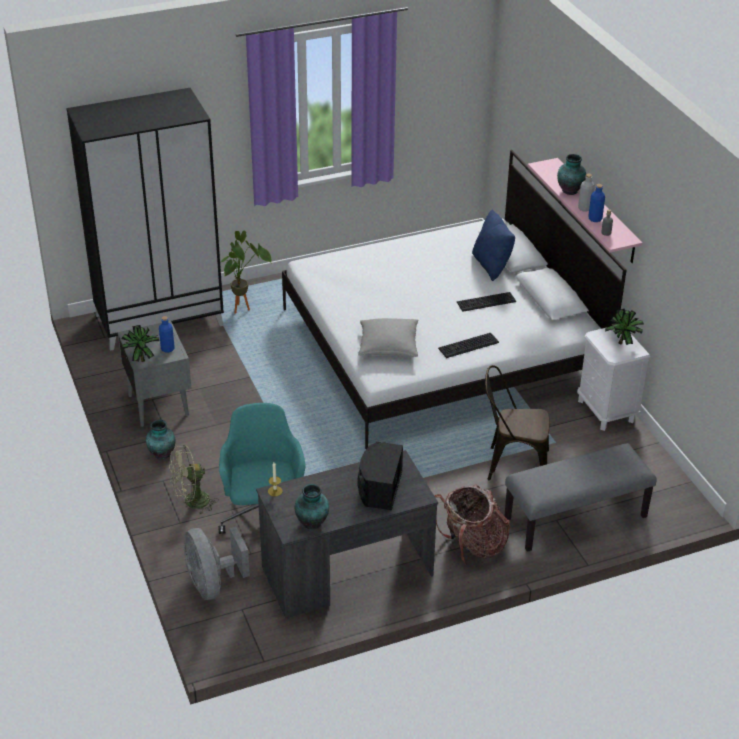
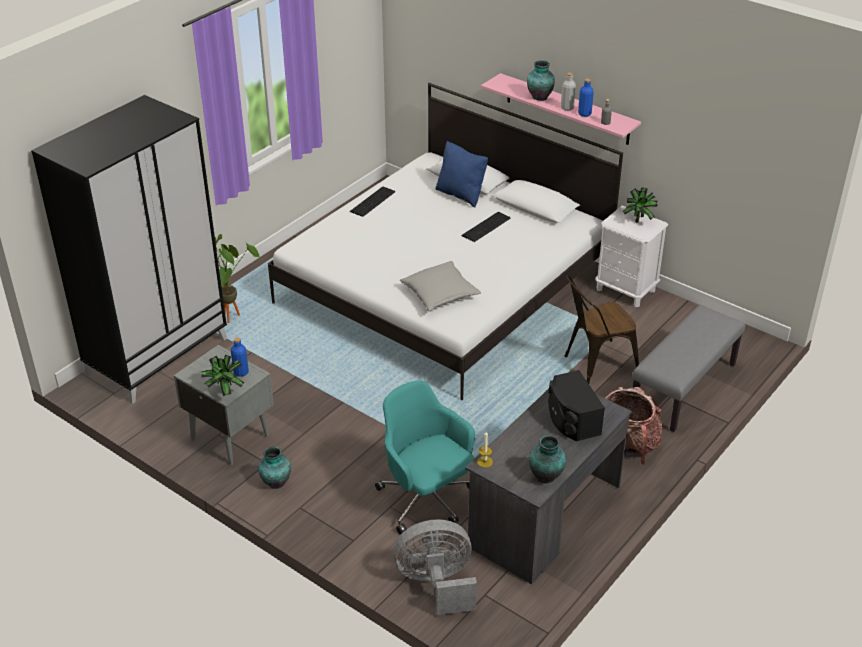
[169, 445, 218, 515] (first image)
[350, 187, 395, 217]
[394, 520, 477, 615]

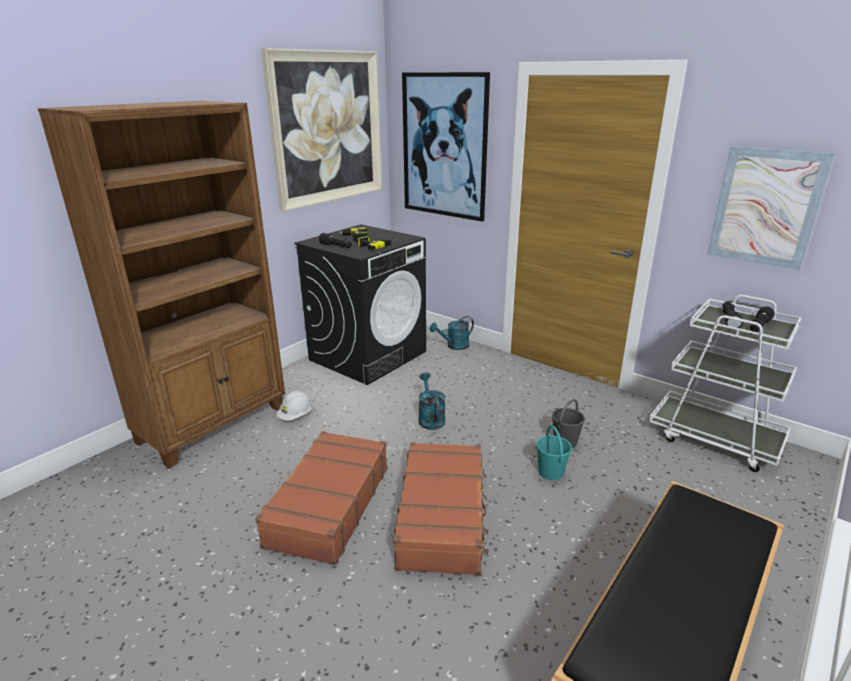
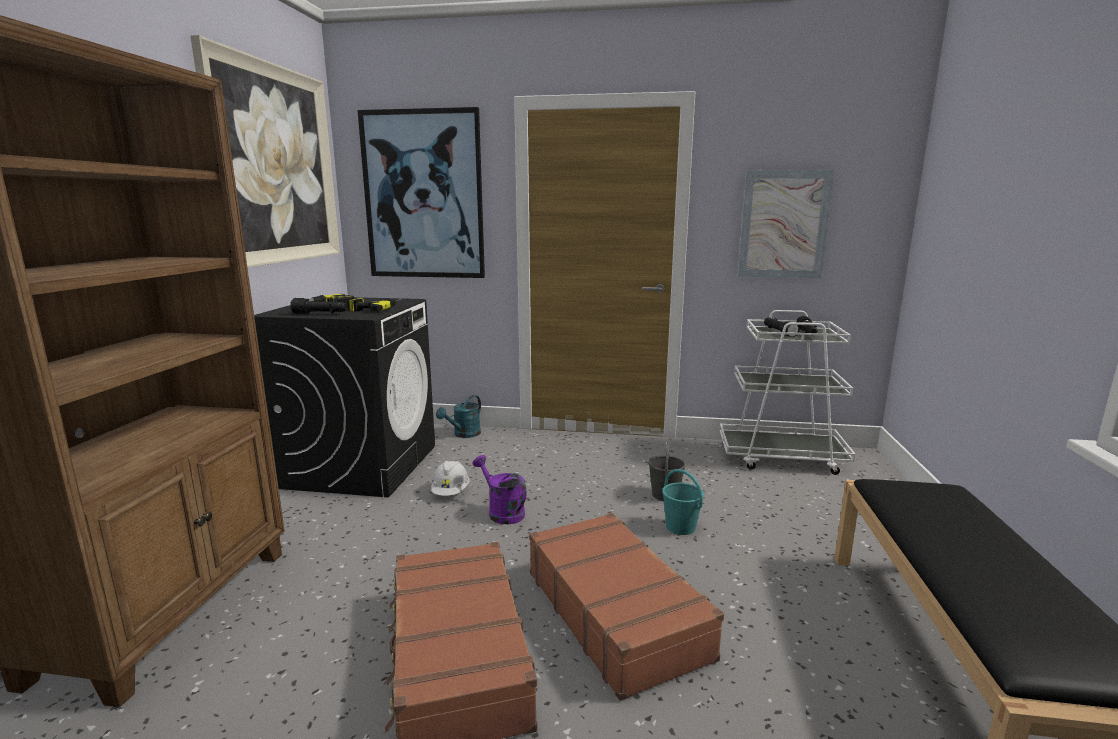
[431, 461, 470, 496]
[473, 455, 527, 525]

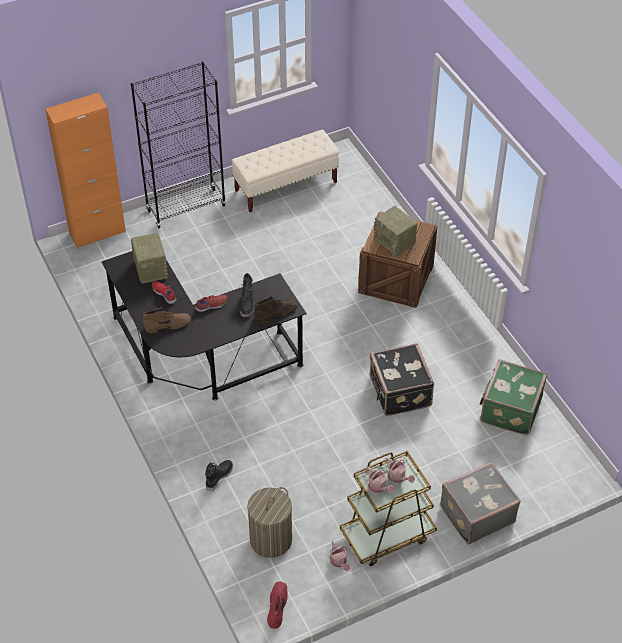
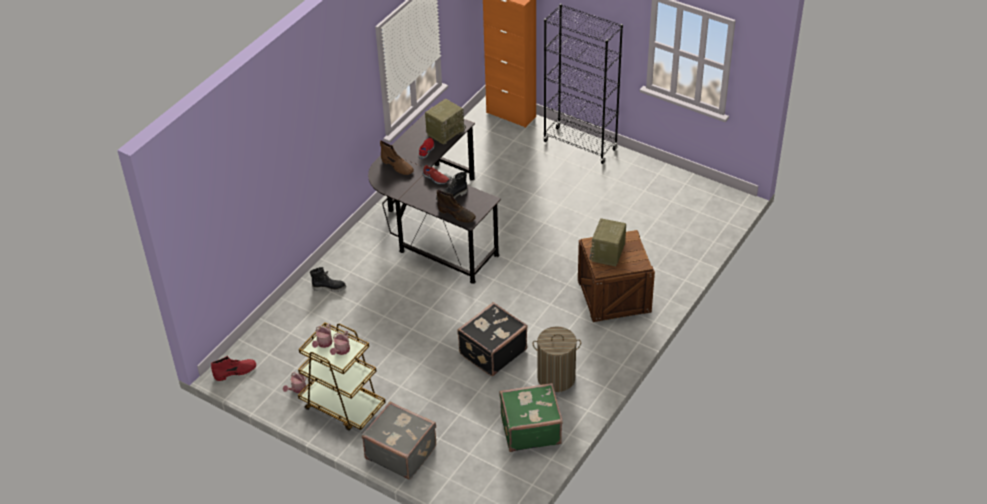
[232, 130, 339, 212] (first image)
[532, 327, 581, 392]

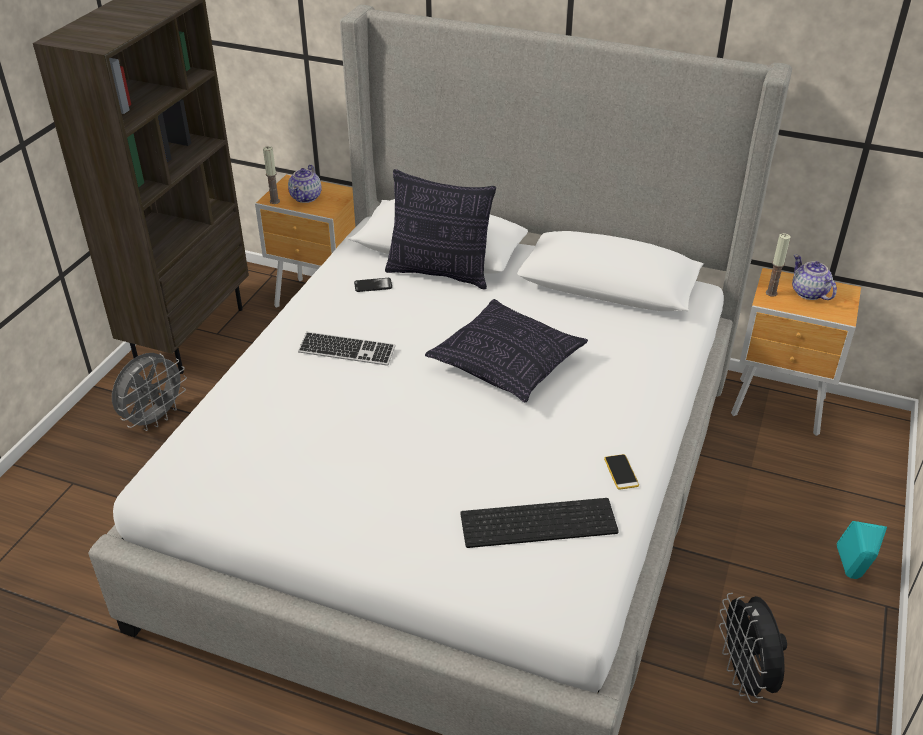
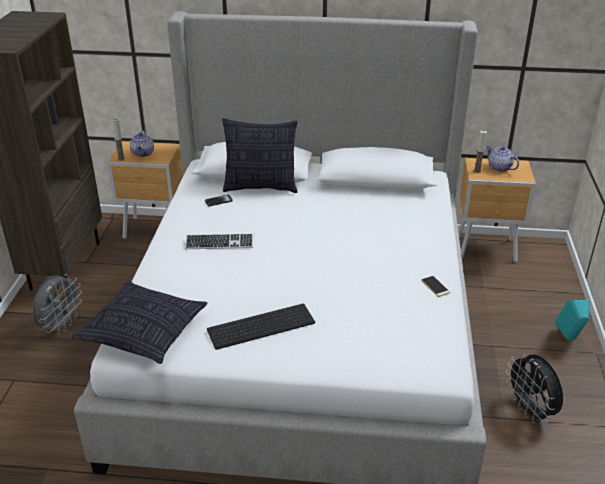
[72, 281, 207, 364]
[207, 304, 315, 350]

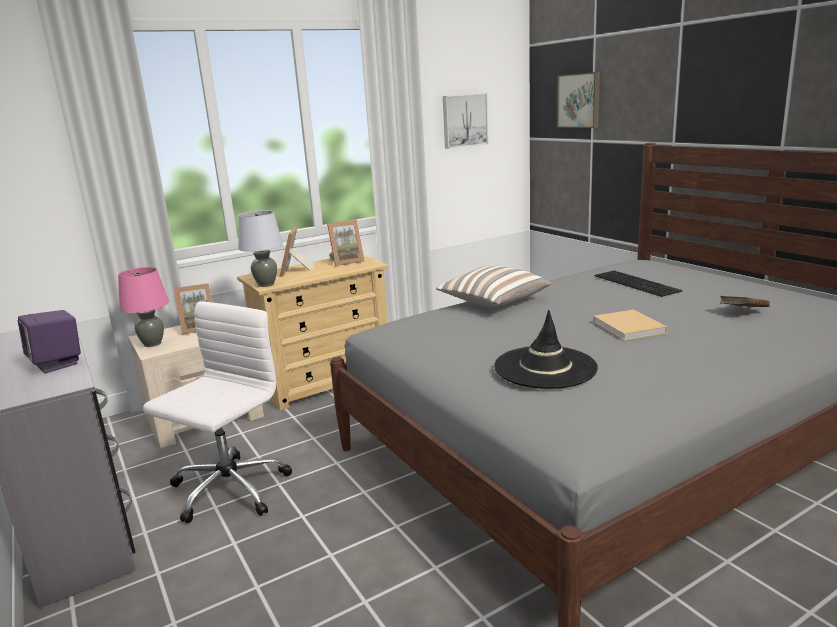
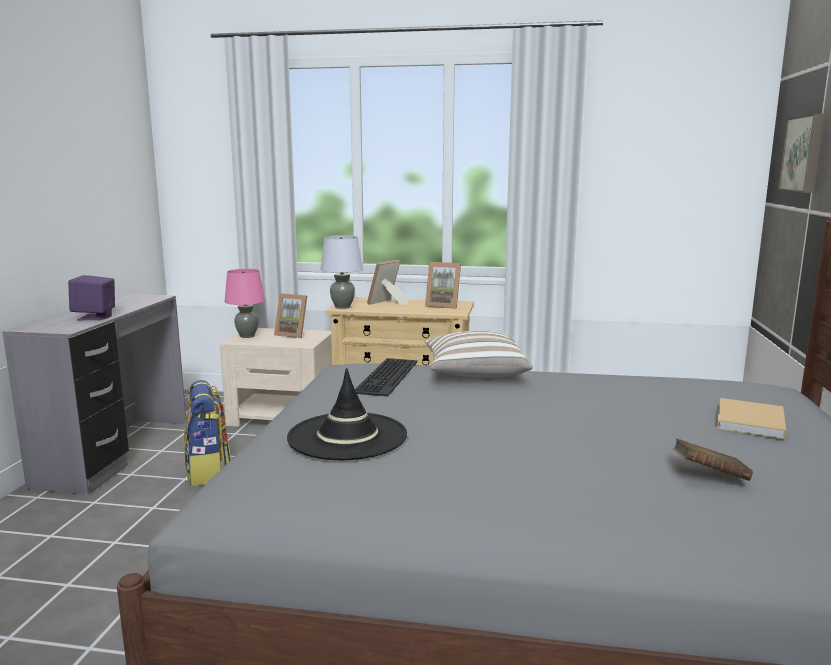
[443, 93, 488, 149] (first image)
[716, 398, 786, 439]
[355, 358, 418, 396]
[184, 380, 231, 486]

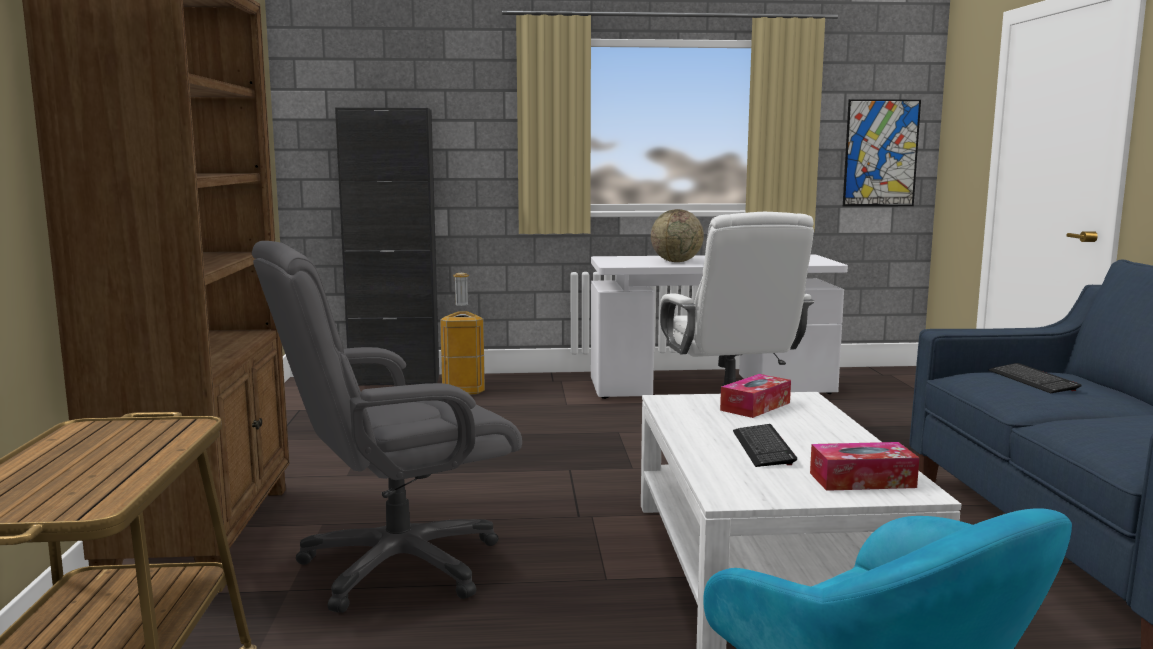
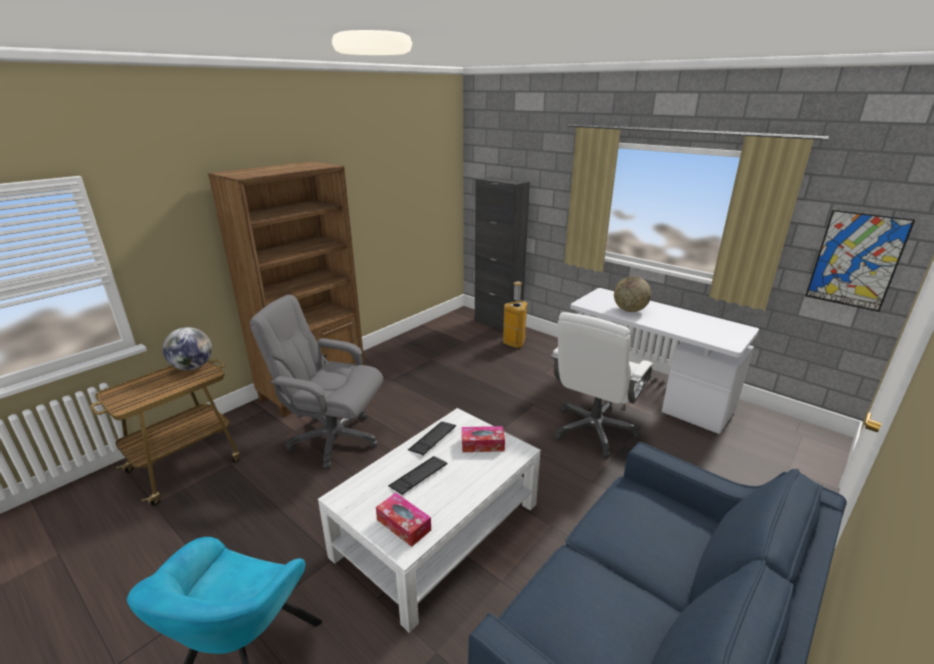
[163, 327, 212, 370]
[408, 422, 456, 456]

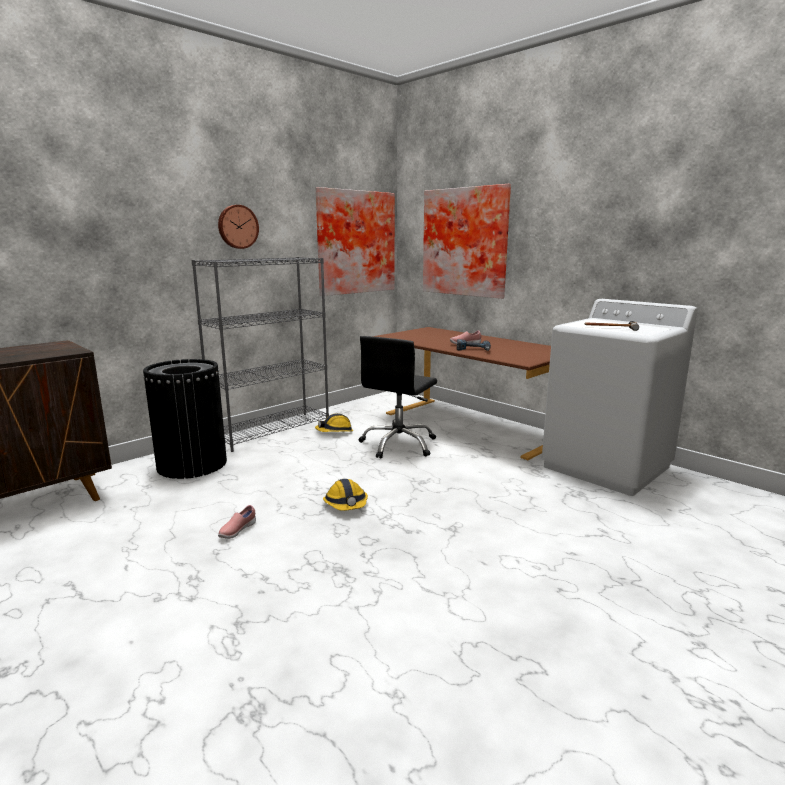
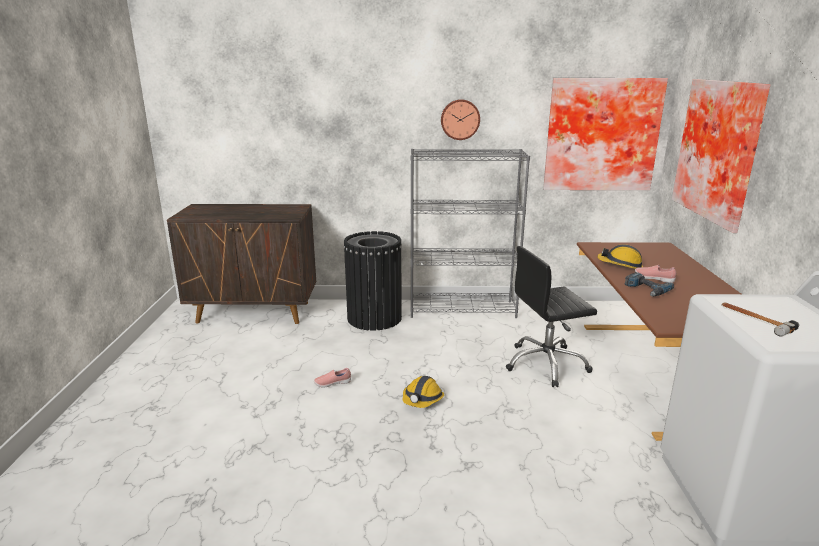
[597, 244, 643, 269]

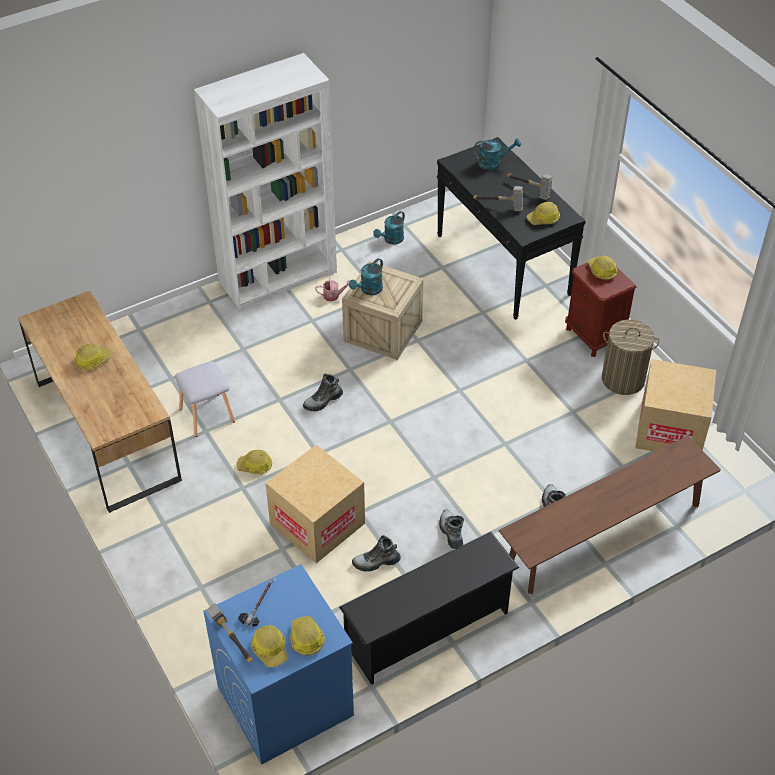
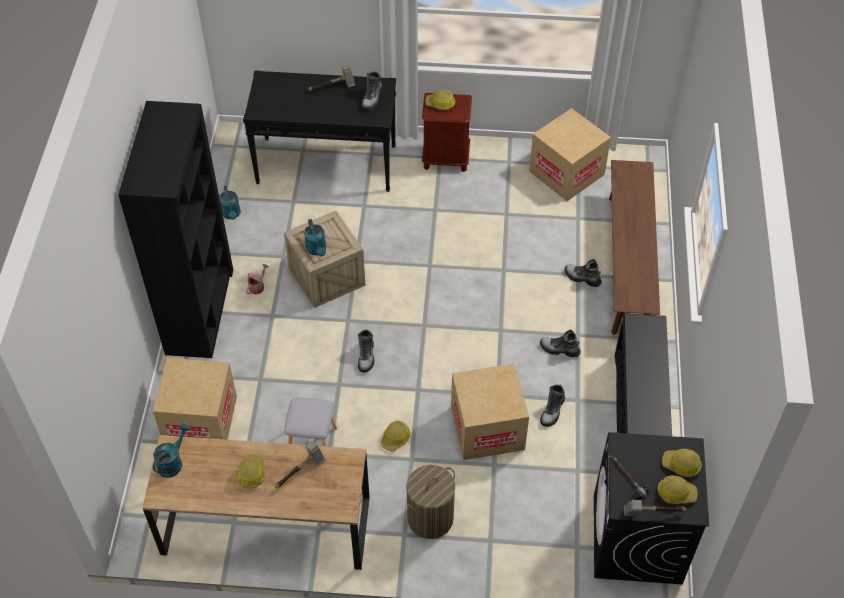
[153, 358, 237, 440]
[275, 440, 326, 488]
[153, 424, 190, 478]
[406, 465, 455, 539]
[361, 71, 383, 111]
[118, 101, 233, 358]
[594, 432, 709, 585]

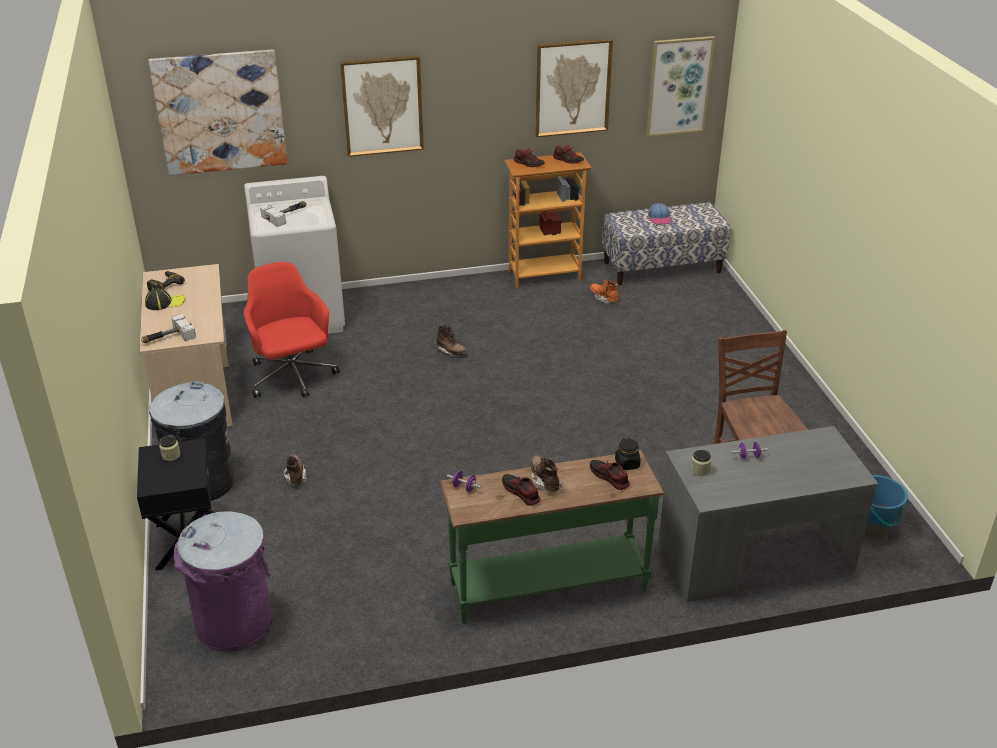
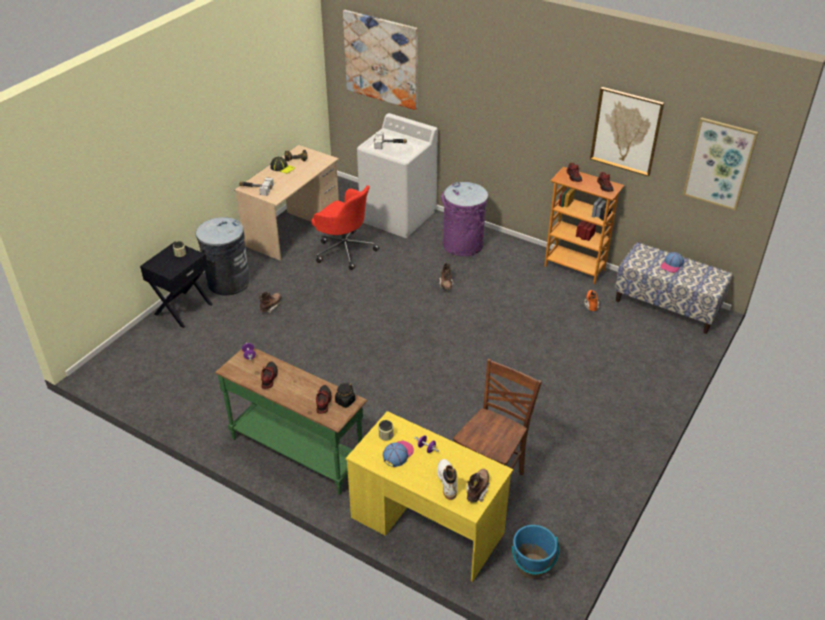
[340, 56, 424, 157] (first image)
[383, 440, 414, 467]
[437, 459, 457, 500]
[441, 182, 488, 256]
[467, 469, 490, 503]
[346, 411, 513, 582]
[311, 185, 379, 270]

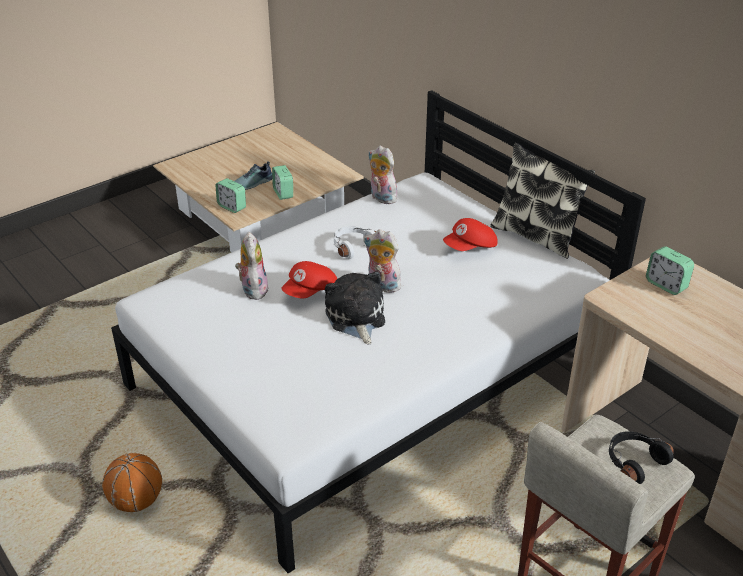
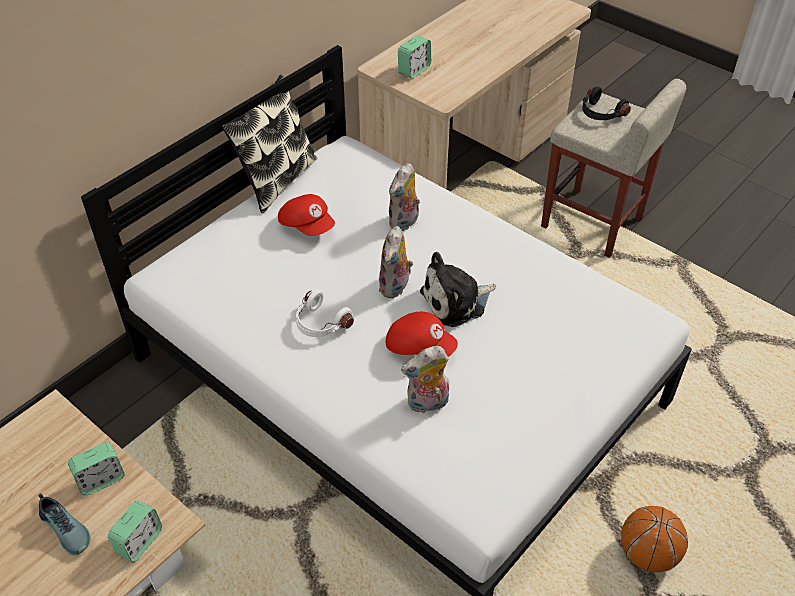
[389, 163, 420, 231]

